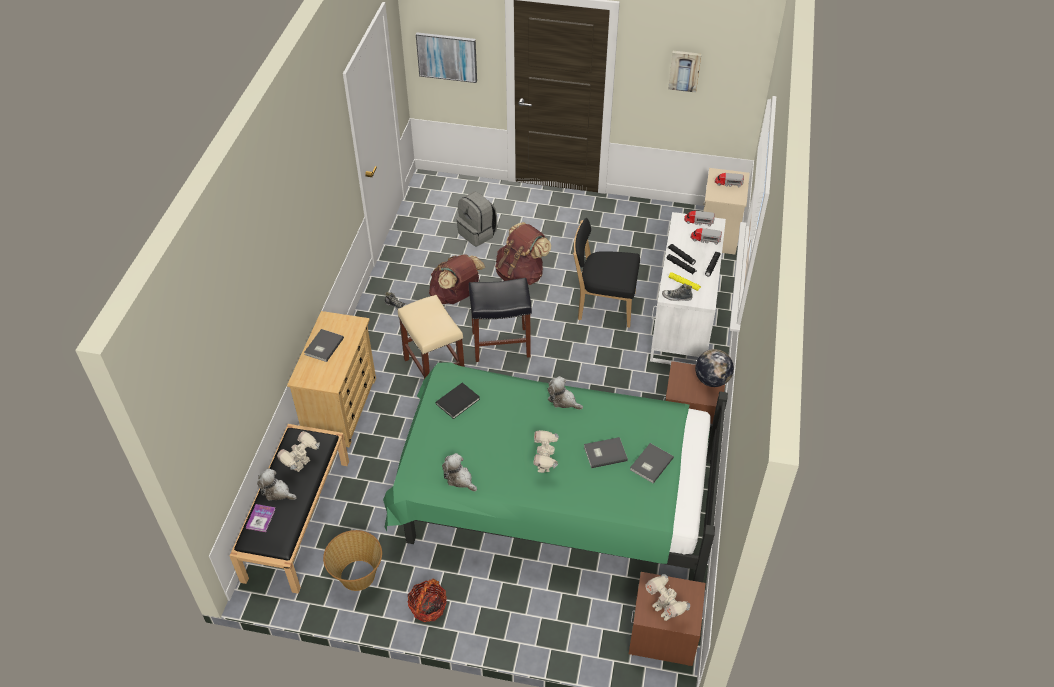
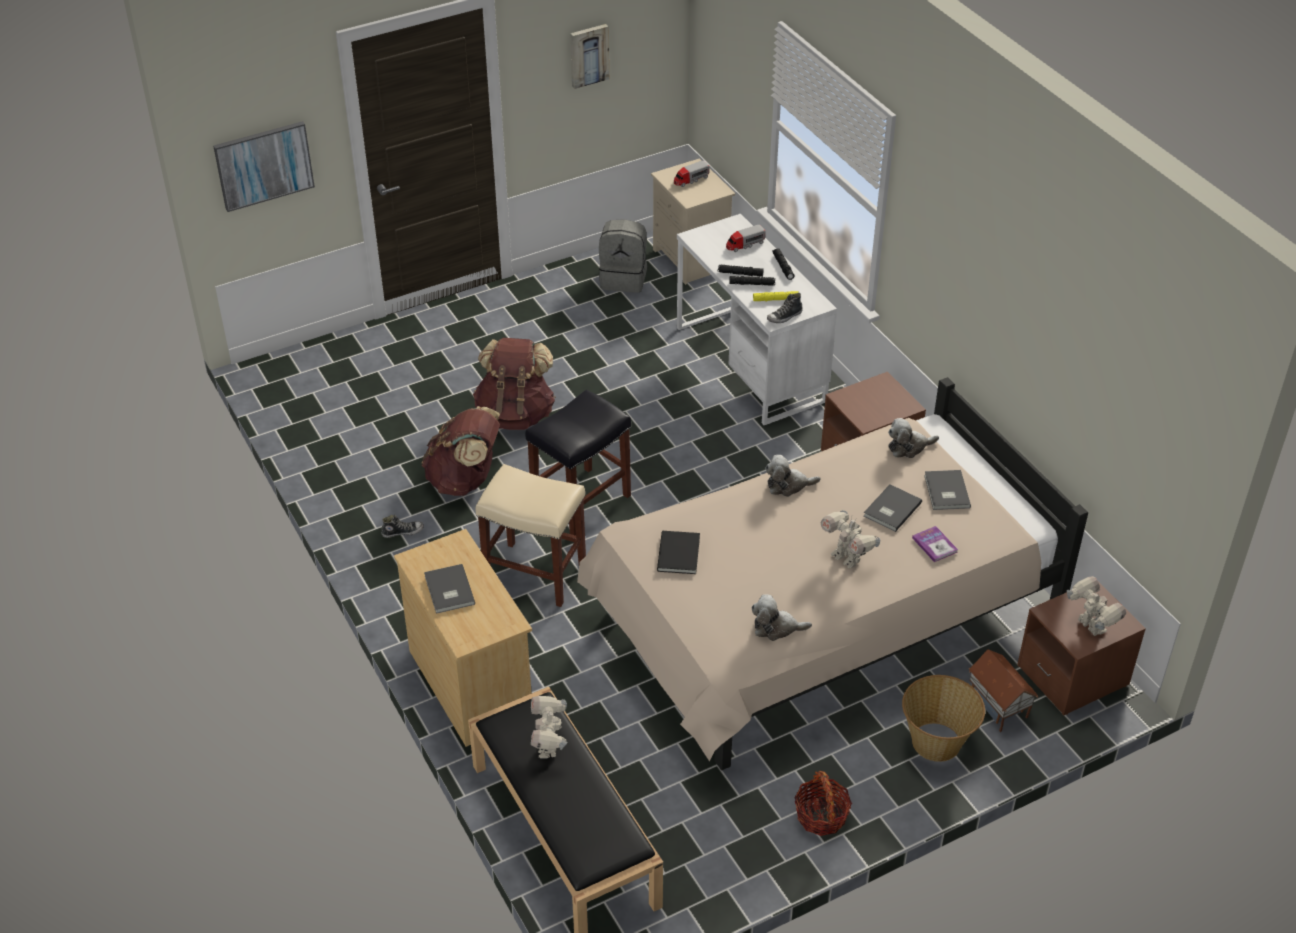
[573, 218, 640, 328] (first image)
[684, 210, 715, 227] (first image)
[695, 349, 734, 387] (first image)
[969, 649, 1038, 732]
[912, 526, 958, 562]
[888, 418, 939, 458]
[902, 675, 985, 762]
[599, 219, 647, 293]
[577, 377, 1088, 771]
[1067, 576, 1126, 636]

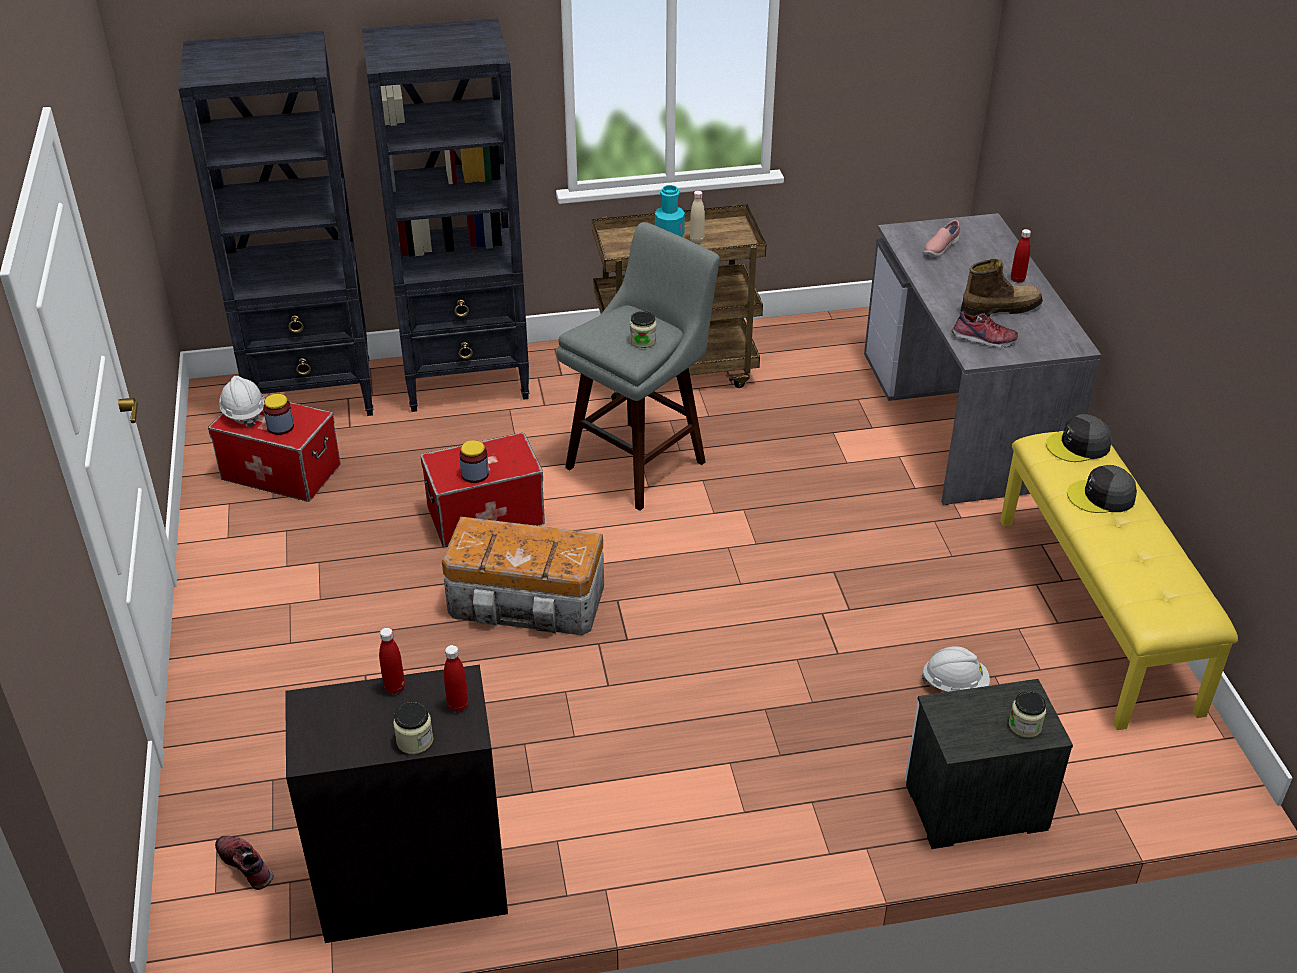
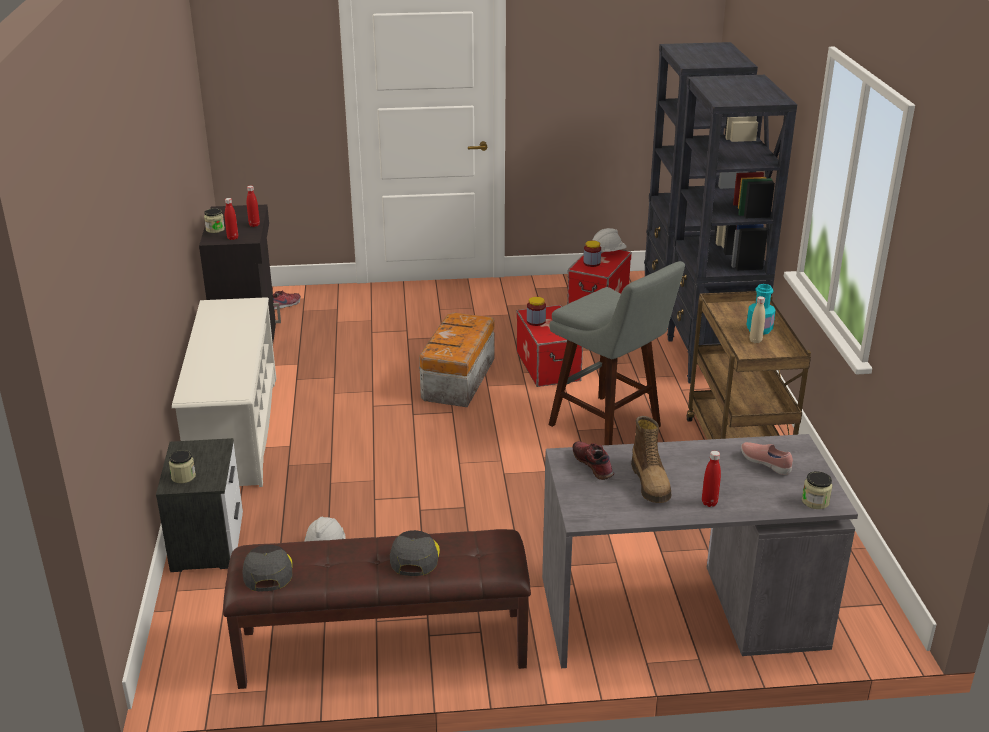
[172, 297, 276, 487]
[802, 471, 833, 509]
[242, 545, 292, 591]
[223, 529, 531, 689]
[573, 441, 615, 480]

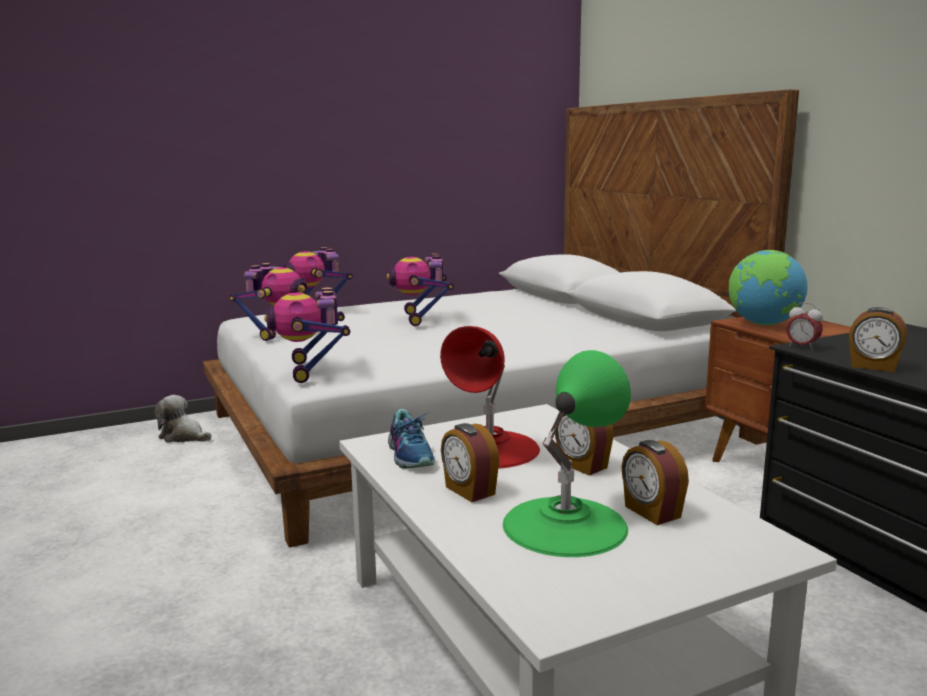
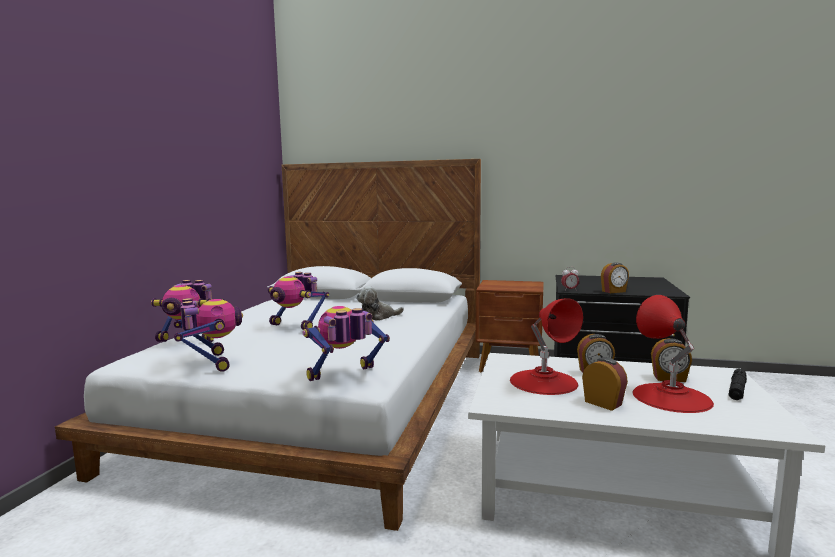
[388, 409, 435, 469] (first image)
[729, 250, 808, 325] (first image)
[728, 369, 747, 400]
[356, 286, 404, 321]
[633, 295, 714, 413]
[302, 306, 390, 381]
[582, 357, 628, 411]

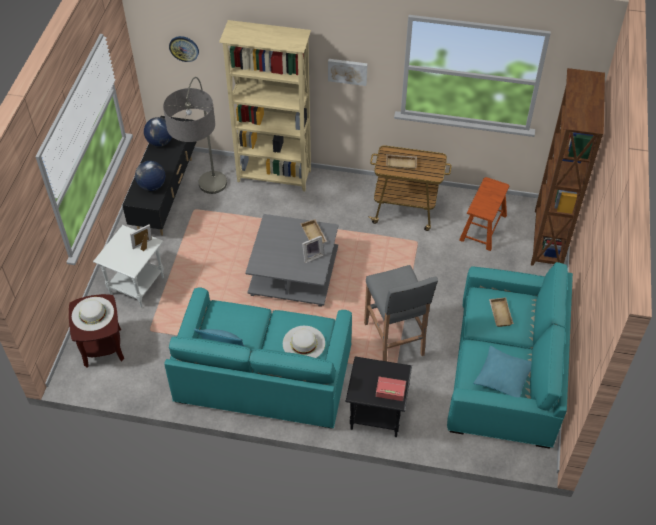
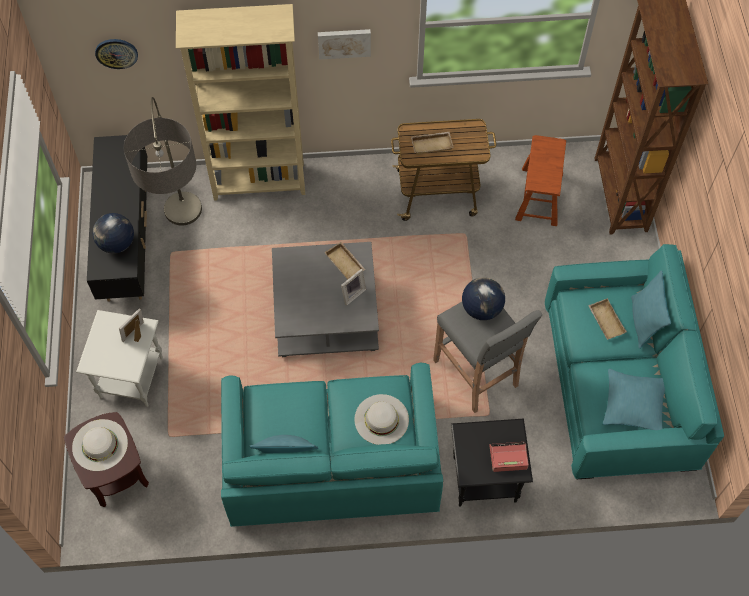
[631, 270, 671, 349]
[462, 277, 505, 320]

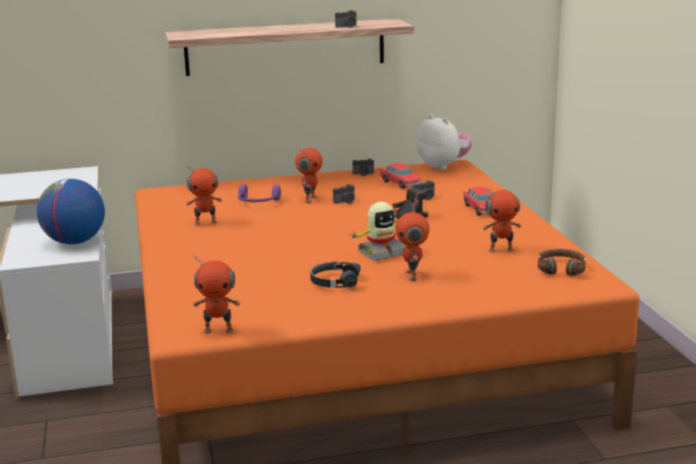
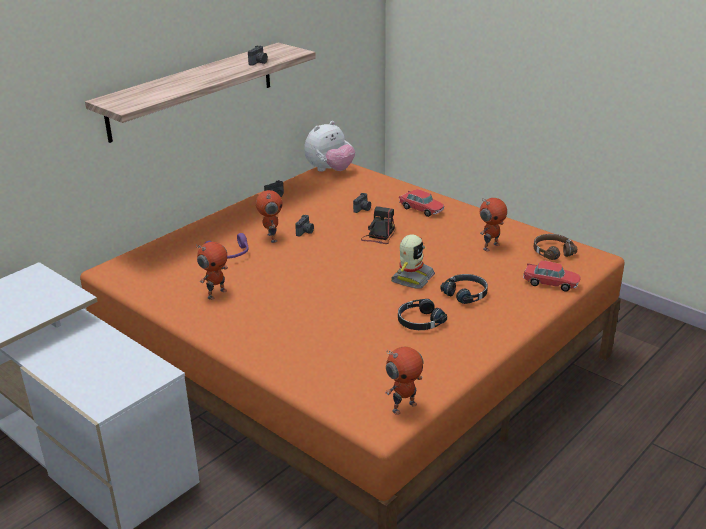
[37, 179, 105, 244] (first image)
[523, 261, 581, 292]
[440, 274, 488, 304]
[304, 121, 355, 172]

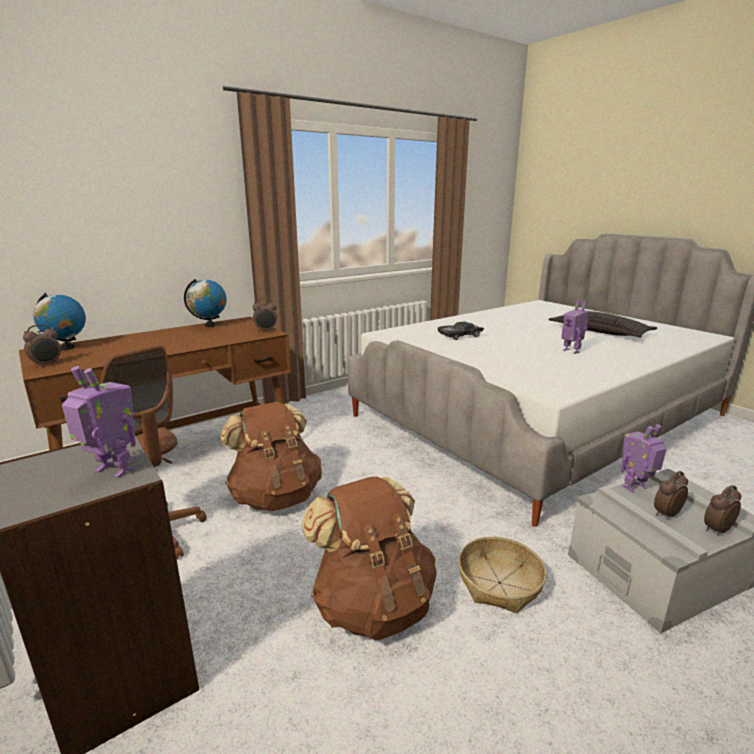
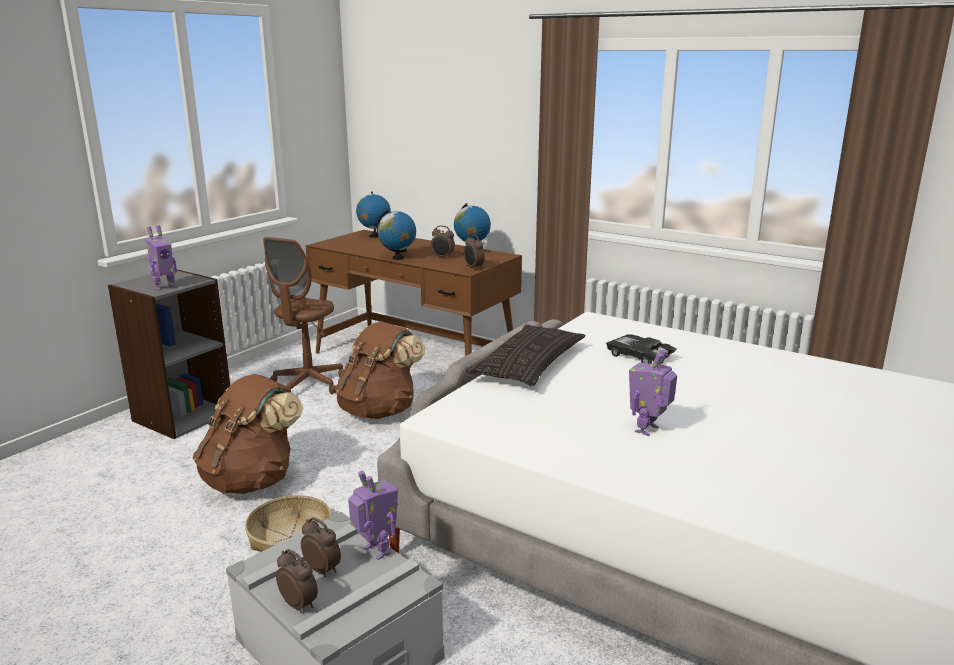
[377, 210, 416, 260]
[431, 225, 455, 259]
[466, 324, 586, 386]
[146, 225, 177, 290]

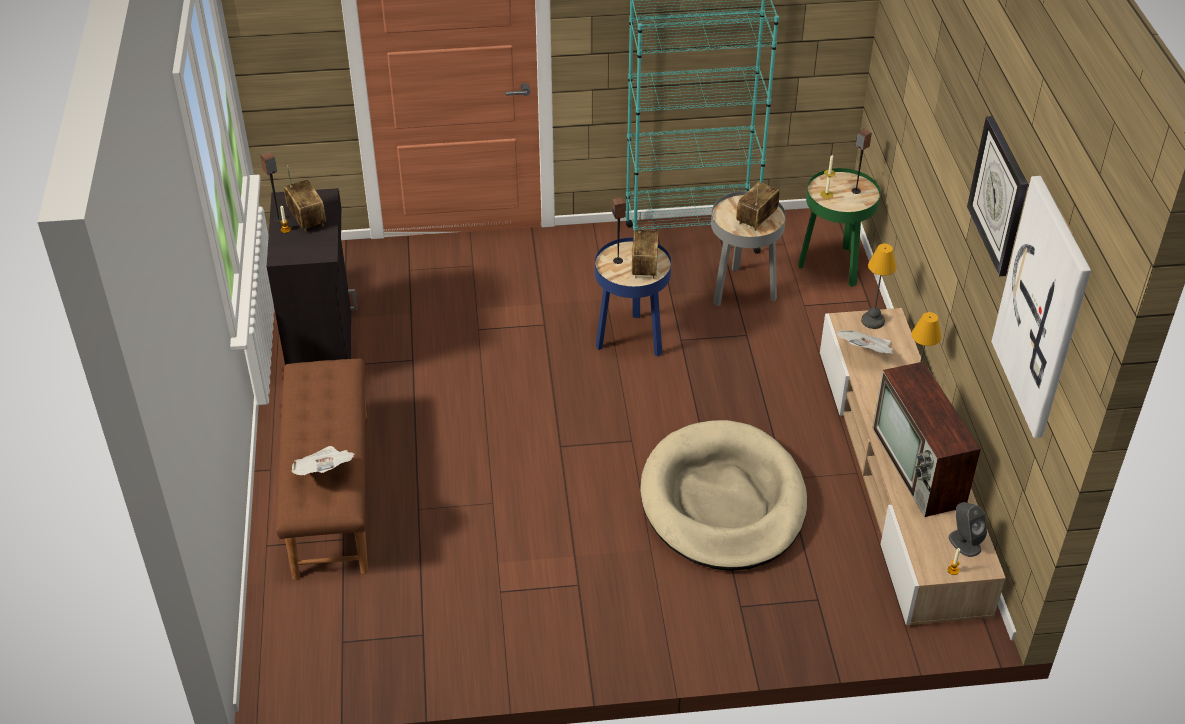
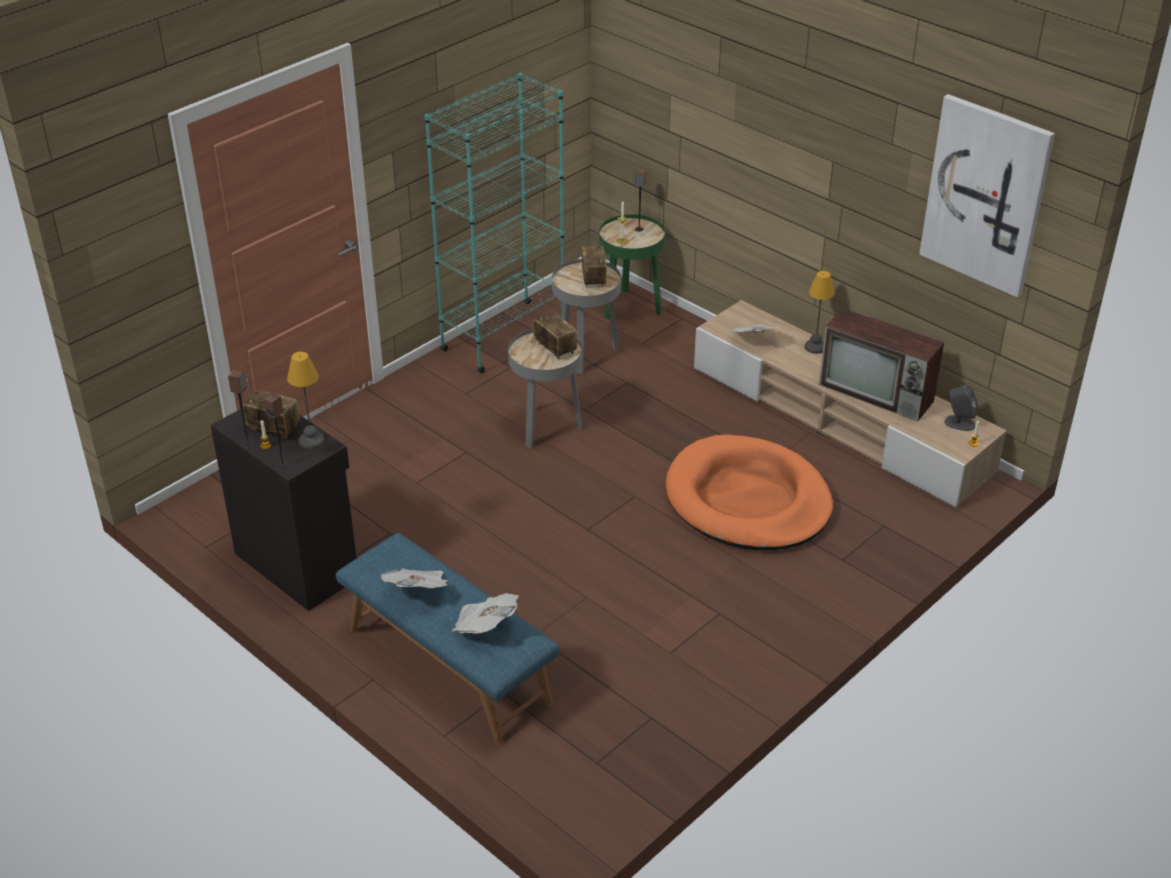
[967, 116, 1028, 276] (first image)
[381, 568, 448, 588]
[264, 393, 288, 469]
[287, 352, 325, 449]
[336, 533, 559, 746]
[508, 329, 582, 448]
[666, 435, 833, 550]

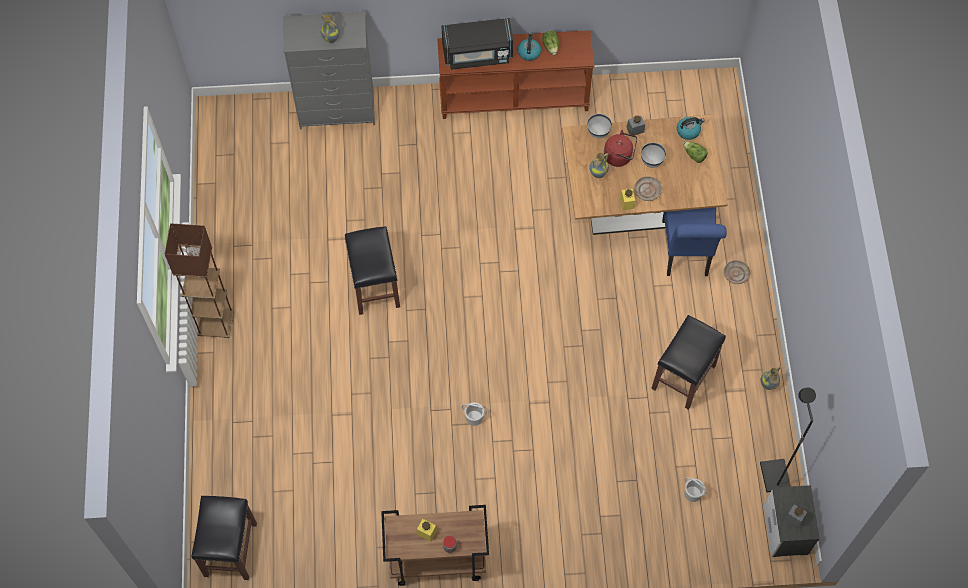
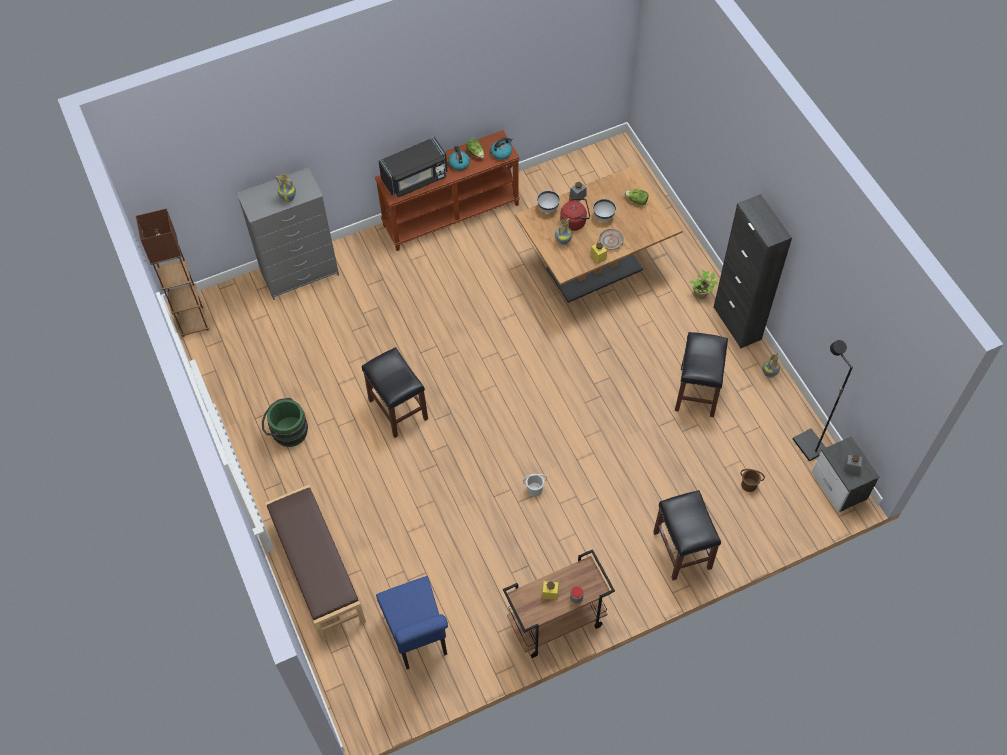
[262, 397, 308, 447]
[265, 485, 366, 641]
[713, 194, 792, 349]
[136, 208, 209, 337]
[653, 490, 721, 581]
[376, 576, 448, 669]
[491, 137, 512, 160]
[690, 270, 718, 299]
[740, 469, 765, 492]

